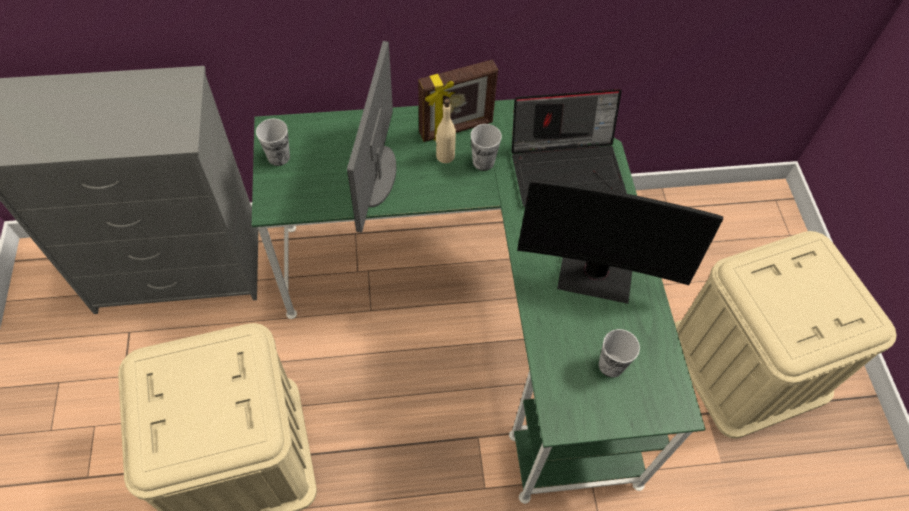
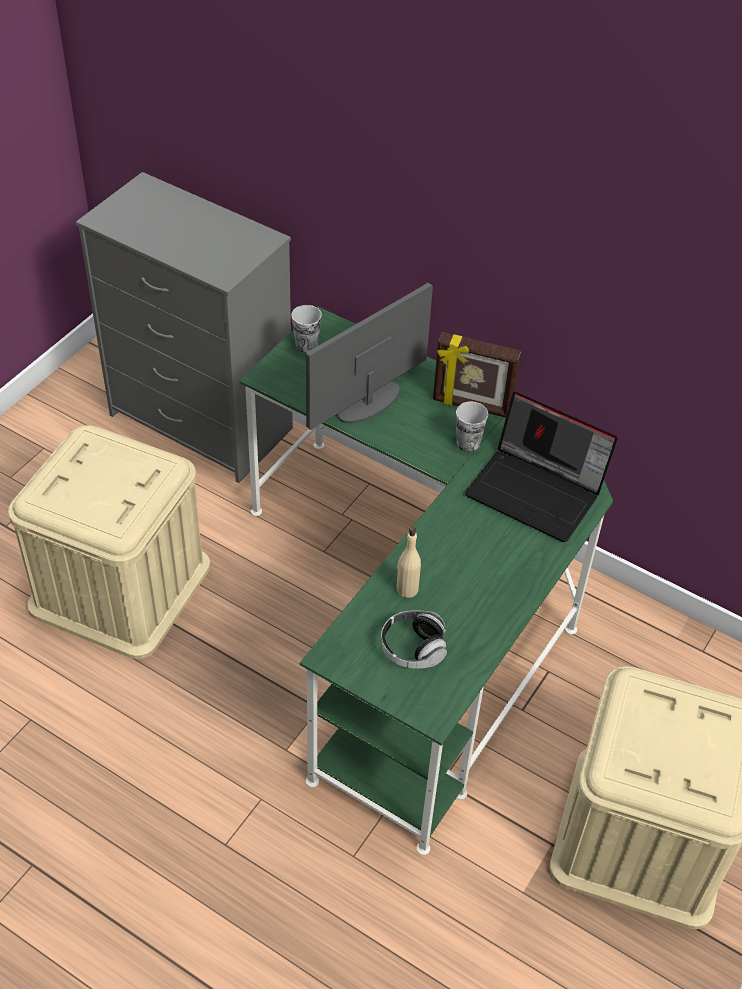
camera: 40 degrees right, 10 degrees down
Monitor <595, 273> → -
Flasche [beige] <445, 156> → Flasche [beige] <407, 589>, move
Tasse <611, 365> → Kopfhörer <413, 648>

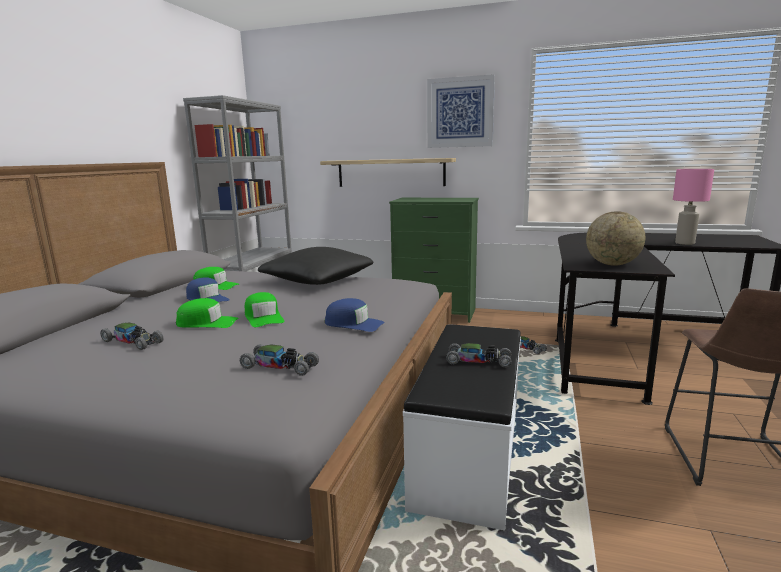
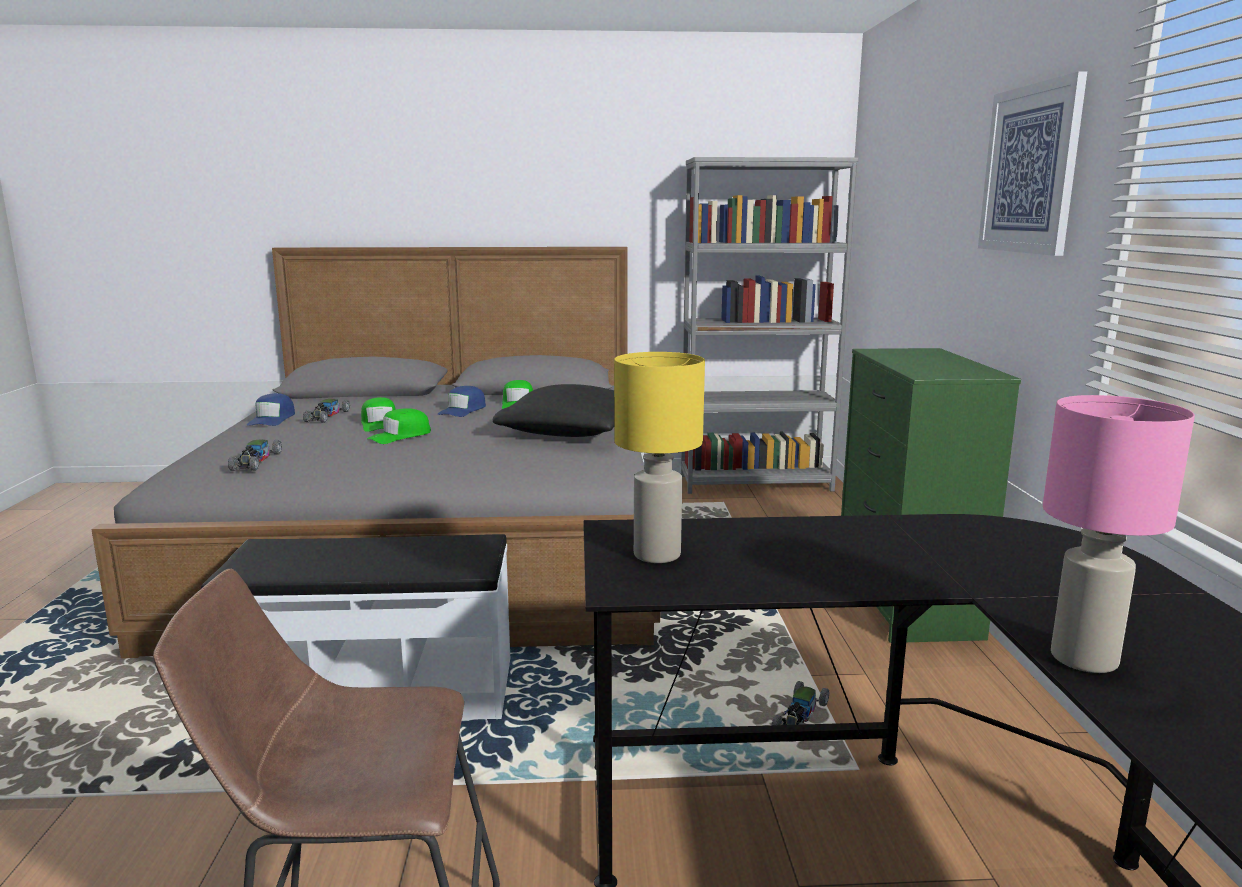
camera: 70 degrees right, 0 degrees up
Wandregal <390, 172> → -
Spielzeugauto <478, 361> → -
Kappe [blau] <354, 324> → Kappe [blau] <272, 419>, move
Globus <612, 264> → Tischlampe [gelb] <655, 555>

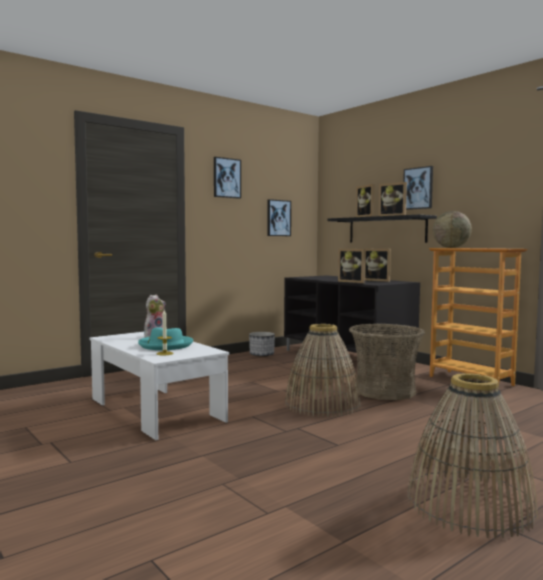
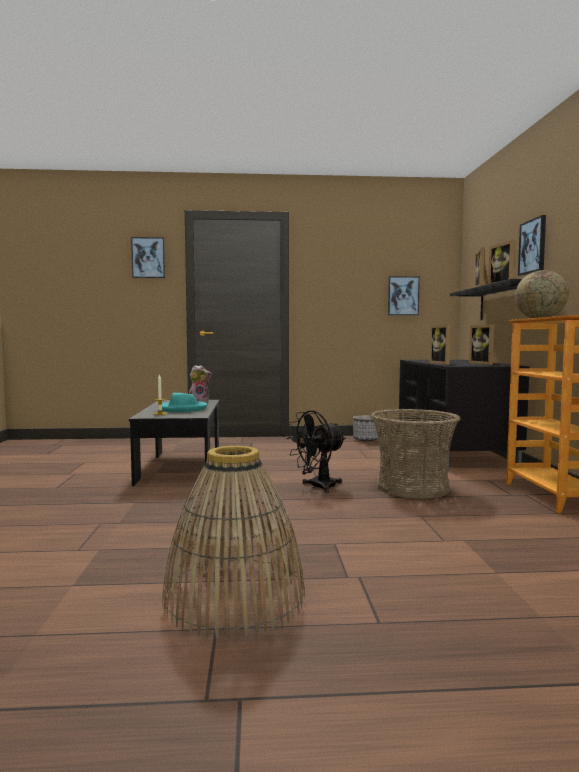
camera: 35 degrees right, 0 degrees up
Bild <226, 178> → Bild <148, 258>, move
Korb <322, 404> → Ventilator [schwarz] <317, 487>
Couchtisch [weiß] <155, 409> → Couchtisch [schwarz] <181, 466>

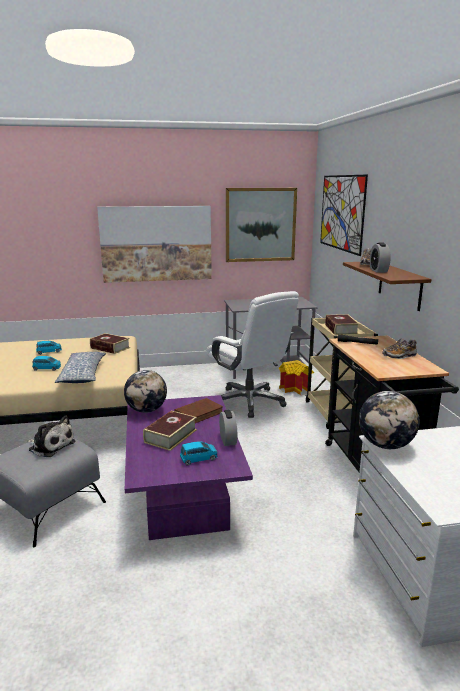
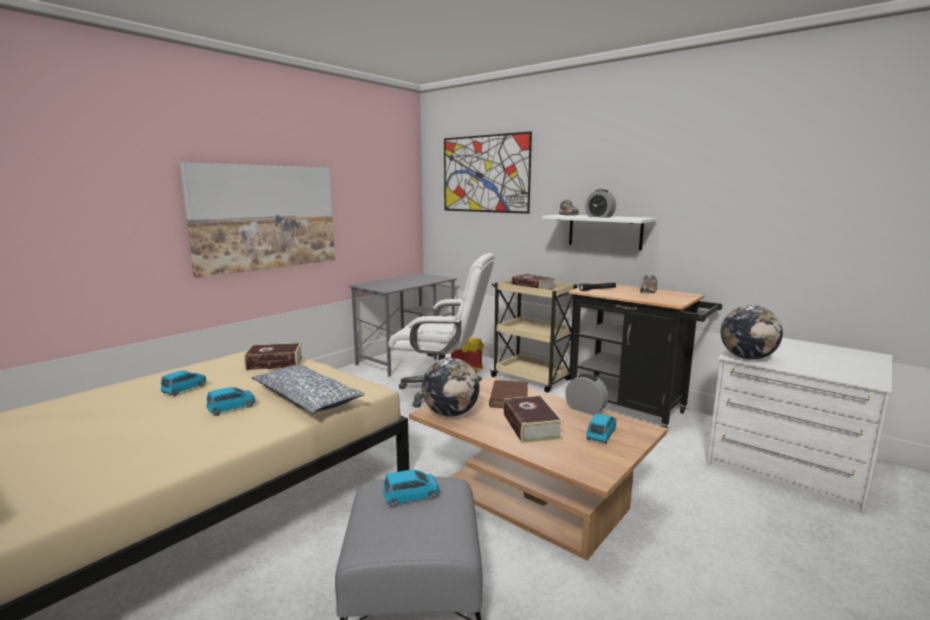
camera: 40 degrees left, 5 degrees down
Bild <260, 225> → -
Plüschtier <50, 446> → Spielzeugauto [blau] <411, 496>
Couchtisch [lila] <183, 491> → Couchtisch [braun] <531, 497>
Wandregal [braun] <399, 285> → Wandregal [weiß] <605, 231>

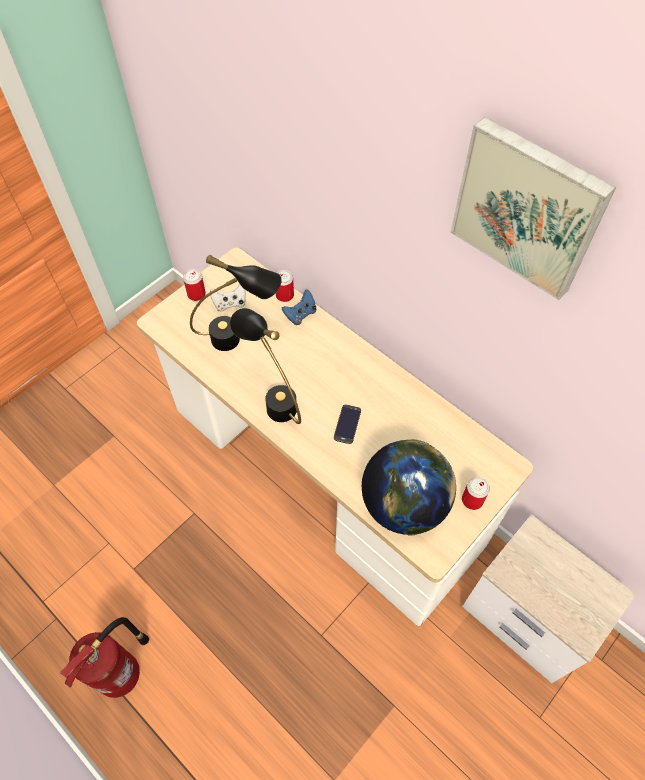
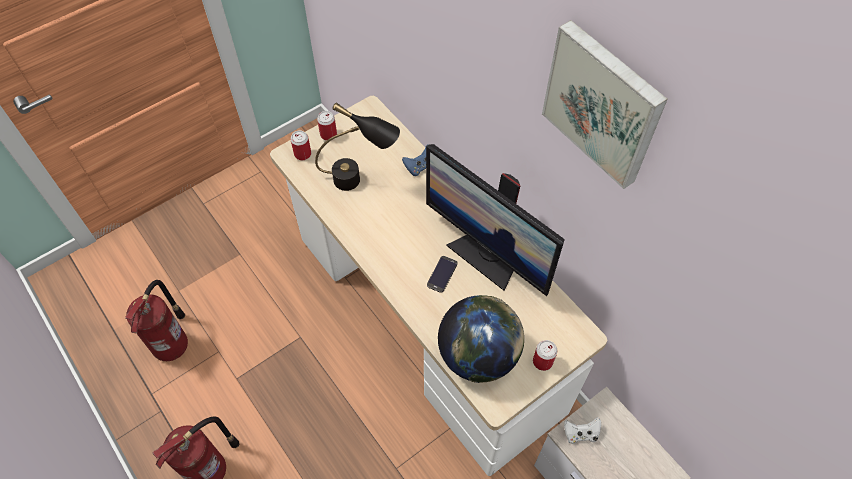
camera: 10 degrees right, 0 degrees up
Tischlampe [schwarz] <273, 398> → -
- → Feuerlöscher <172, 343>
- → Monitor <487, 255>
Gamepad [weiß] <230, 304> → Gamepad [weiß] <580, 434>, move
Dose <284, 295> → Dose <302, 154>, move

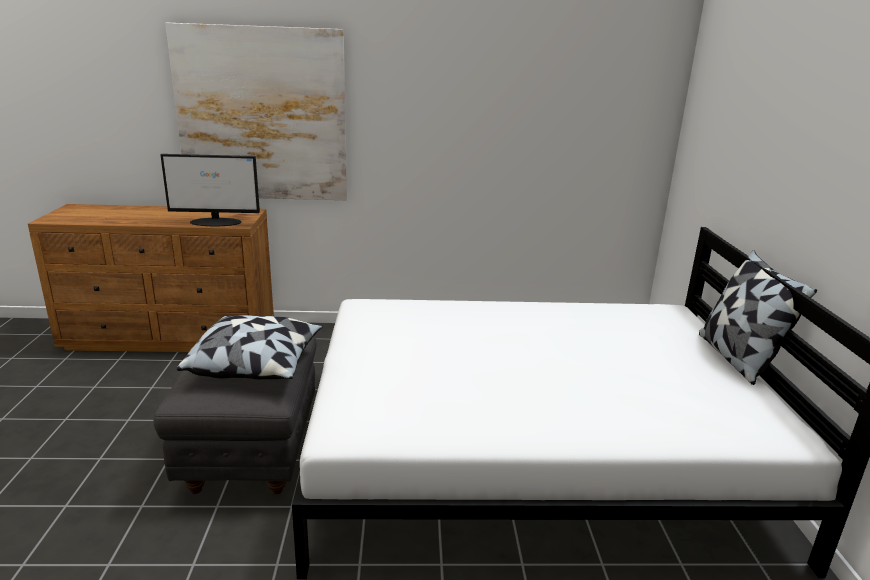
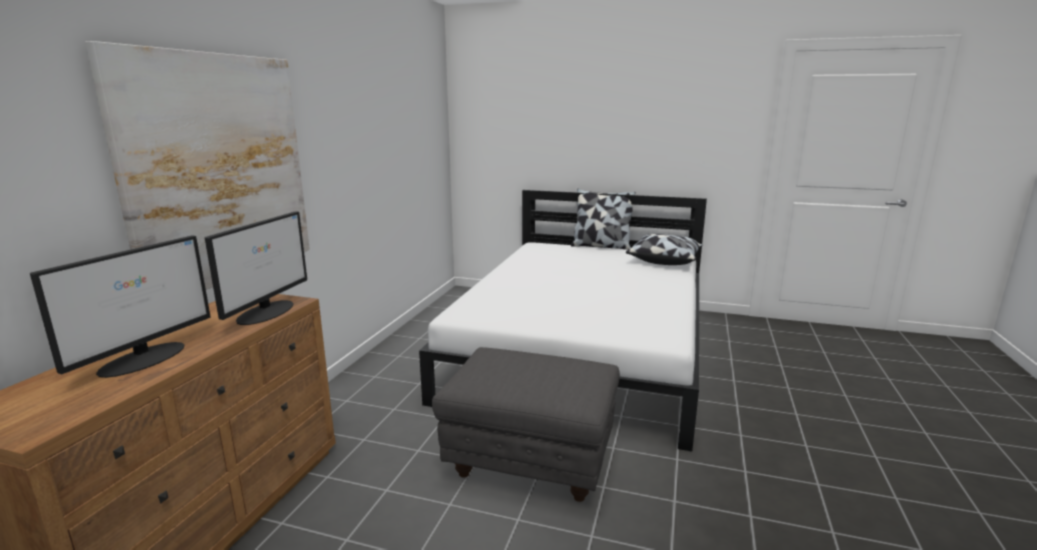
camera: 70 degrees left, 5 degrees down
- → Monitor <144, 358>
Kissen <256, 365> → Kissen <664, 260>, move

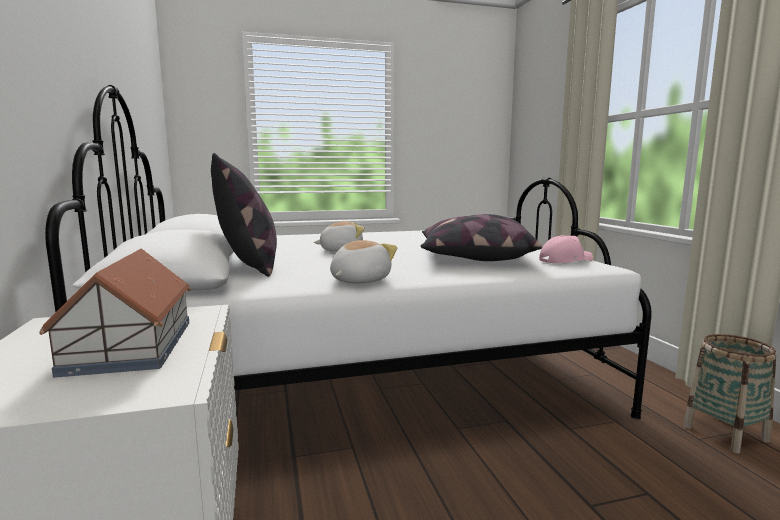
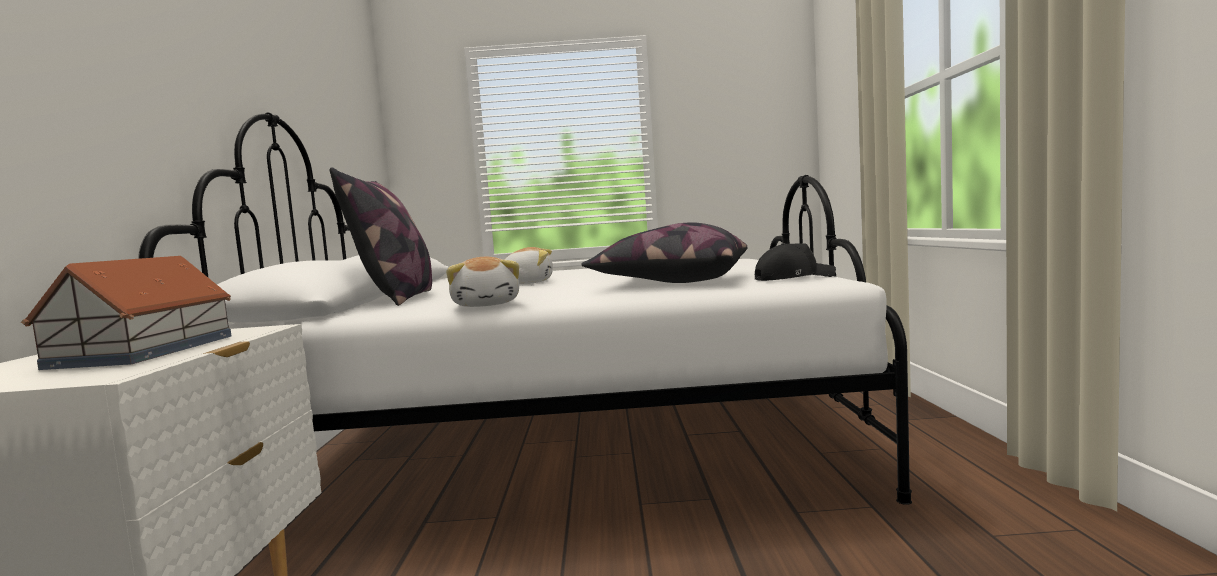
camera: 15 degrees right, 5 degrees down
Korb <725, 433> → -
Kappe [rosa] <565, 260> → Kappe [schwarz] <793, 278>
Plüschtier <359, 280> → Plüschtier <487, 304>, 120 degrees clockwise

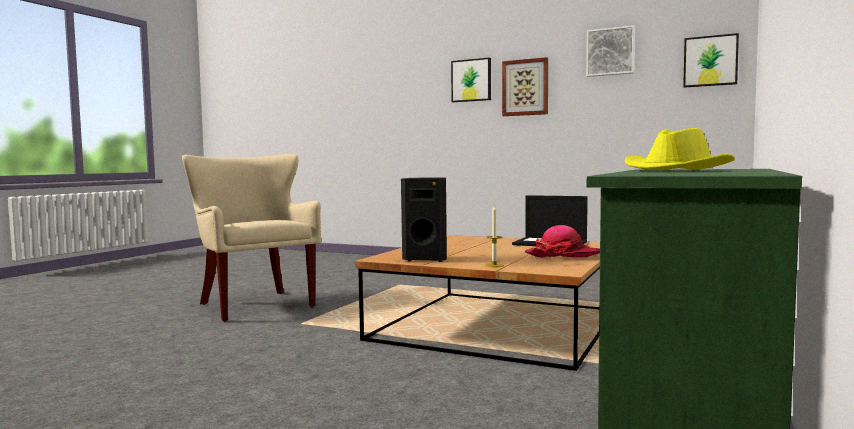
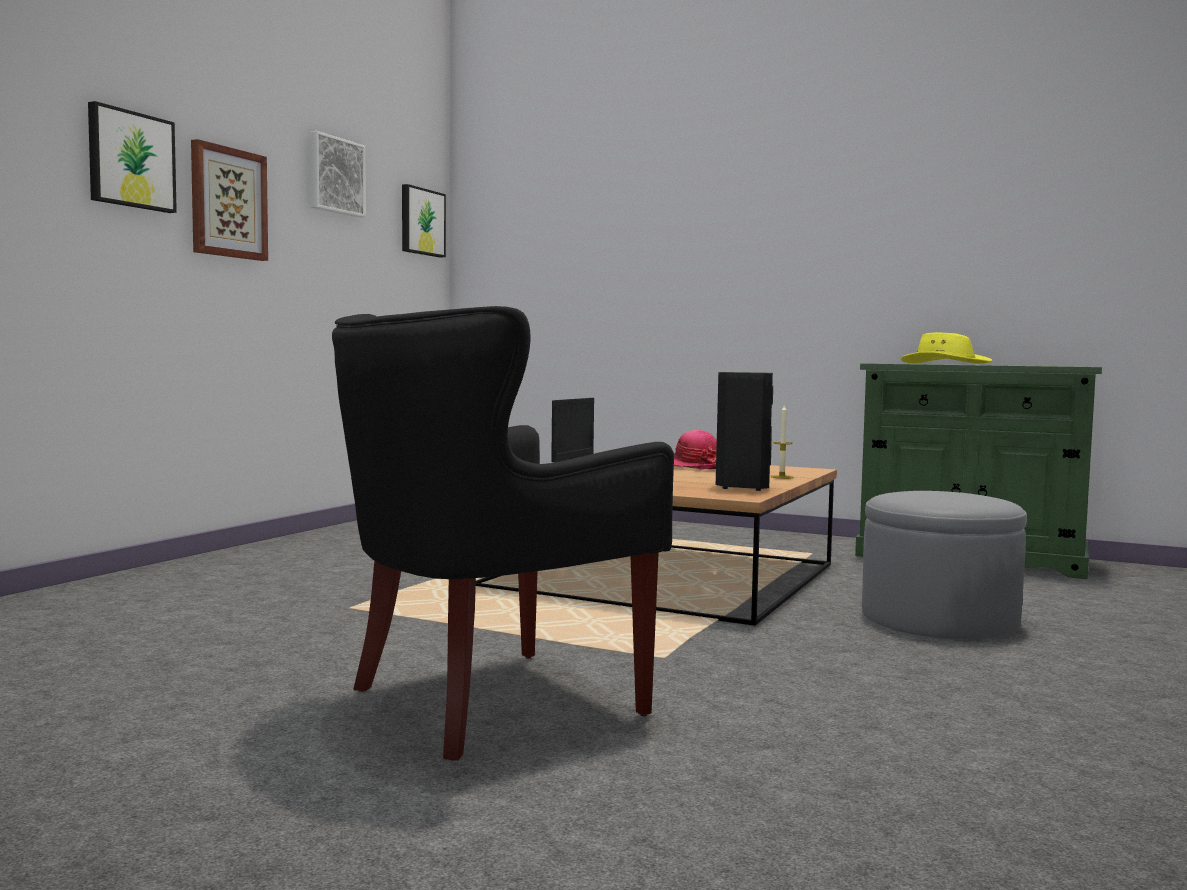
camera: 90 degrees left, 0 degrees up
- → Polsterhocker [grau] <939, 619>
Sessel [beige] <256, 305> → Sessel [schwarz] <487, 702>

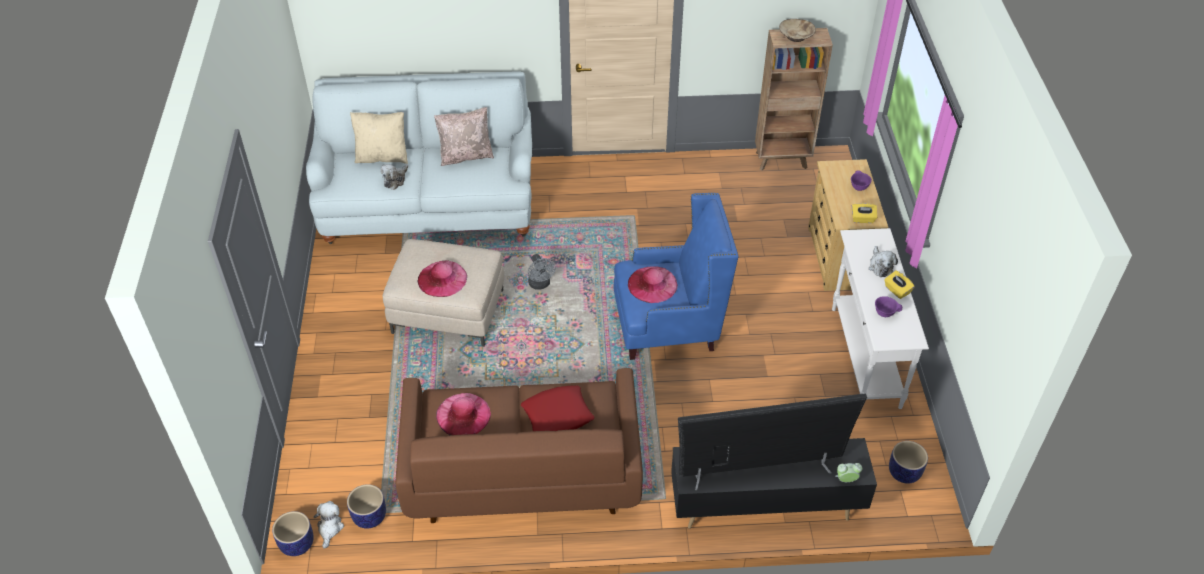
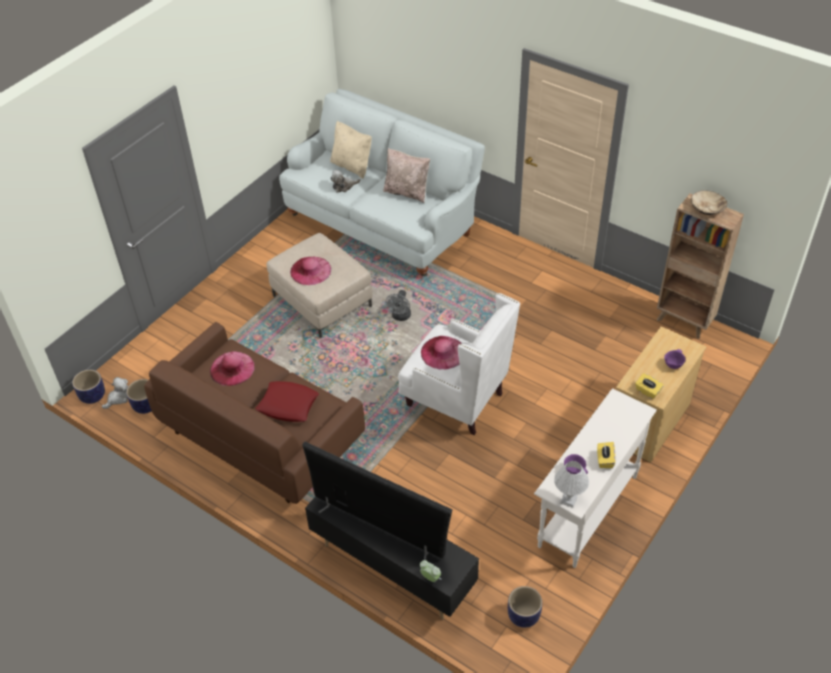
camera: 40 degrees right, 0 degrees up
Plüschtier <880, 266> → -
- → Tischlampe [weiß] <568, 499>
Sessel [blau] <668, 330> → Sessel [weiß] <456, 400>

